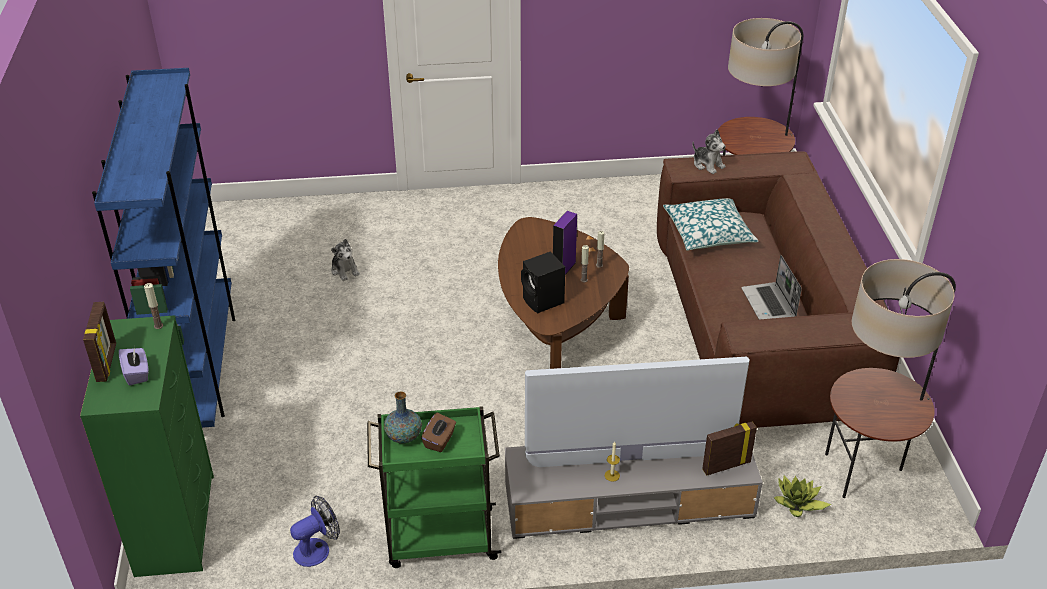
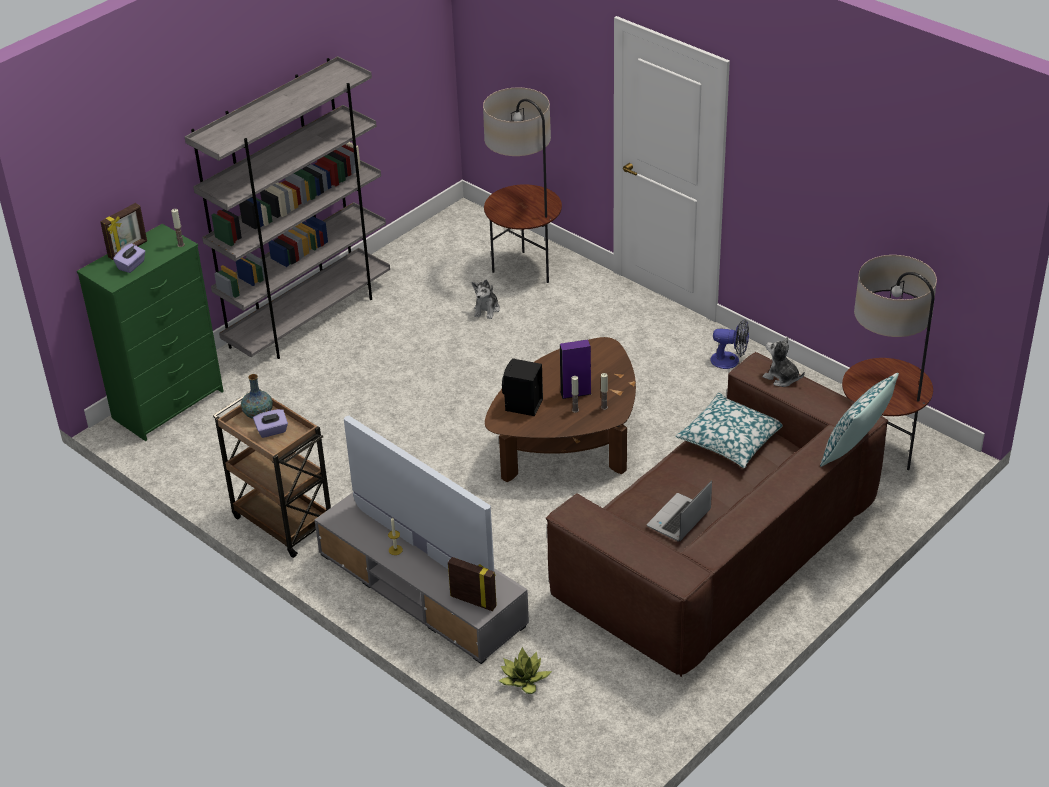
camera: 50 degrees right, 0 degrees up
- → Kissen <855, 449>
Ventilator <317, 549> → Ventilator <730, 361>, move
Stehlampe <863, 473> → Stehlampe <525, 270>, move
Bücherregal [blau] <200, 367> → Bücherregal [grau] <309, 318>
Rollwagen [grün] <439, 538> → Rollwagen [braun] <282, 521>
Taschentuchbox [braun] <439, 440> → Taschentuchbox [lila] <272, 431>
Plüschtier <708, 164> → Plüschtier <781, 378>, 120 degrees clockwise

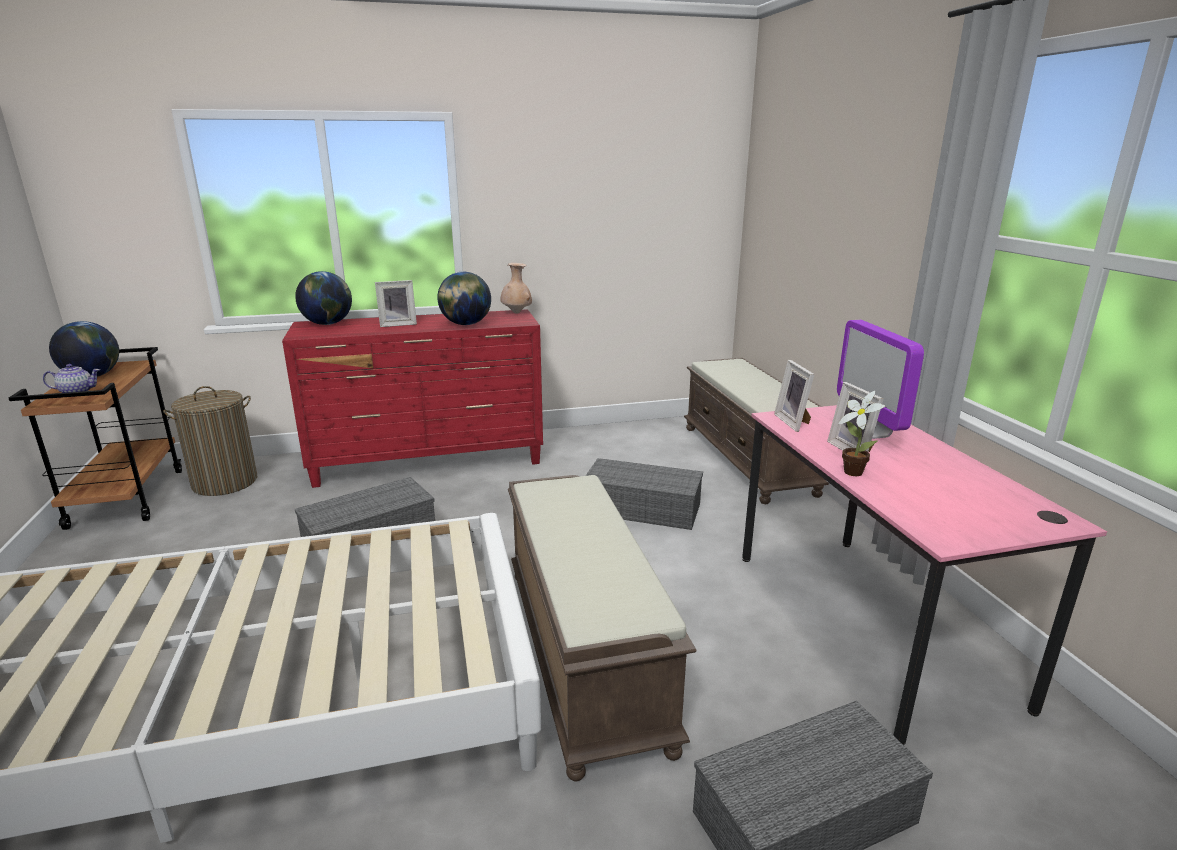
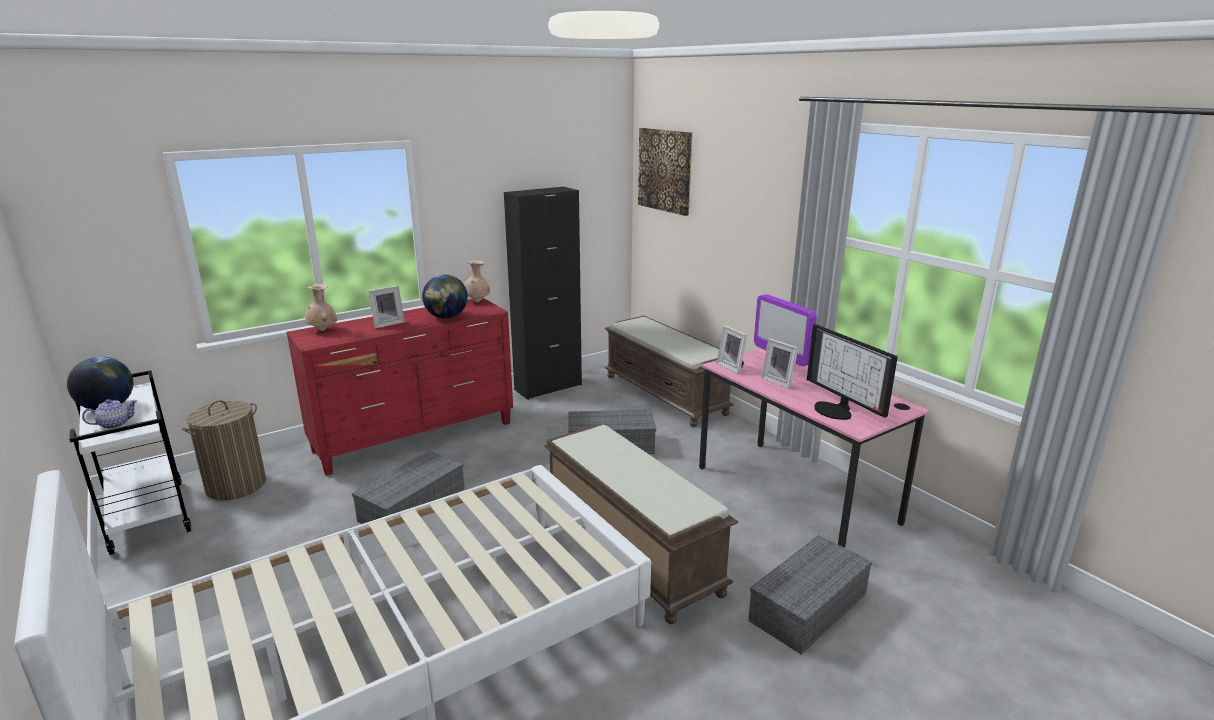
camera: 20 degrees left, 0 degrees up
Topfpflanze <852, 471> → -
- → Schrank [schwarz] <548, 387>
- → Bild <665, 170>
- → Monitor <836, 410>
Globus <328, 324> → Vase [beige] <323, 330>
Rollwagen [braun] <127, 498> → Rollwagen [weiß] <147, 516>

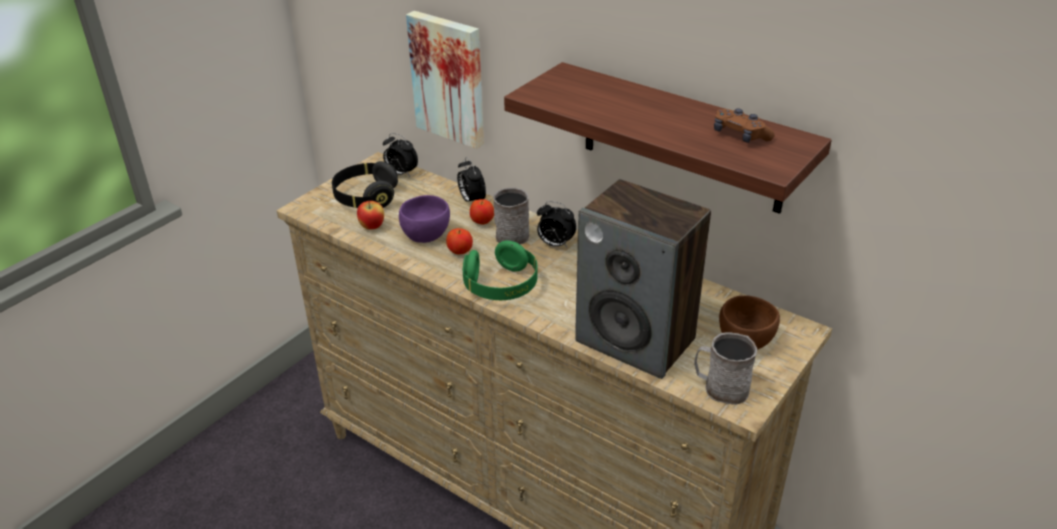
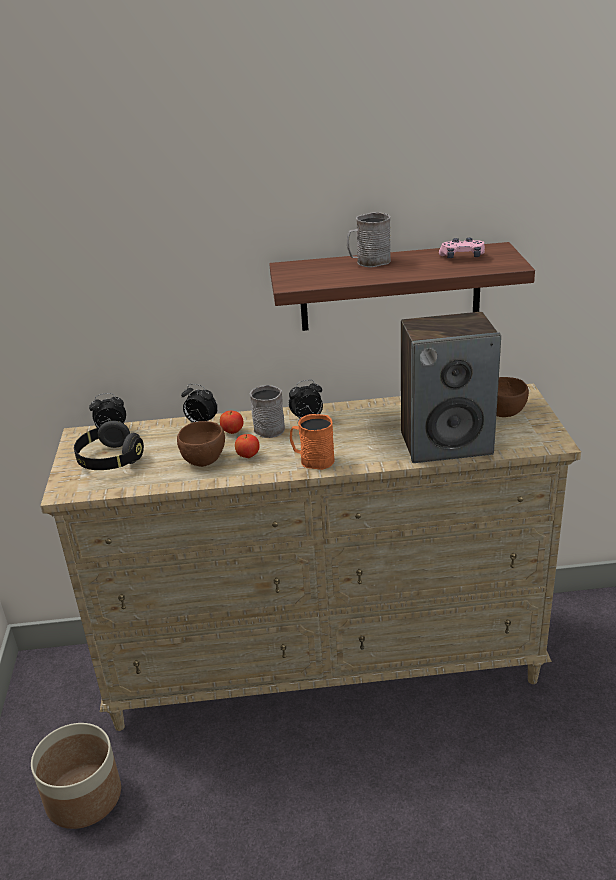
camera: 40 degrees left, 5 degrees down
Apfel <372, 227> → -
Bild <449, 78> → -
- → Pflanzkübel <83, 797>
Henkelbecher [grau] <720, 388> → Henkelbecher [grau] <369, 262>, move
Kopfhörer [grün] <501, 286> → Henkelbecher [orange] <312, 460>
Schüssel [lila] <425, 235> → Schüssel [braun] <202, 459>
Gamepad [braun] <740, 135> → Gamepad [rosa] <462, 257>

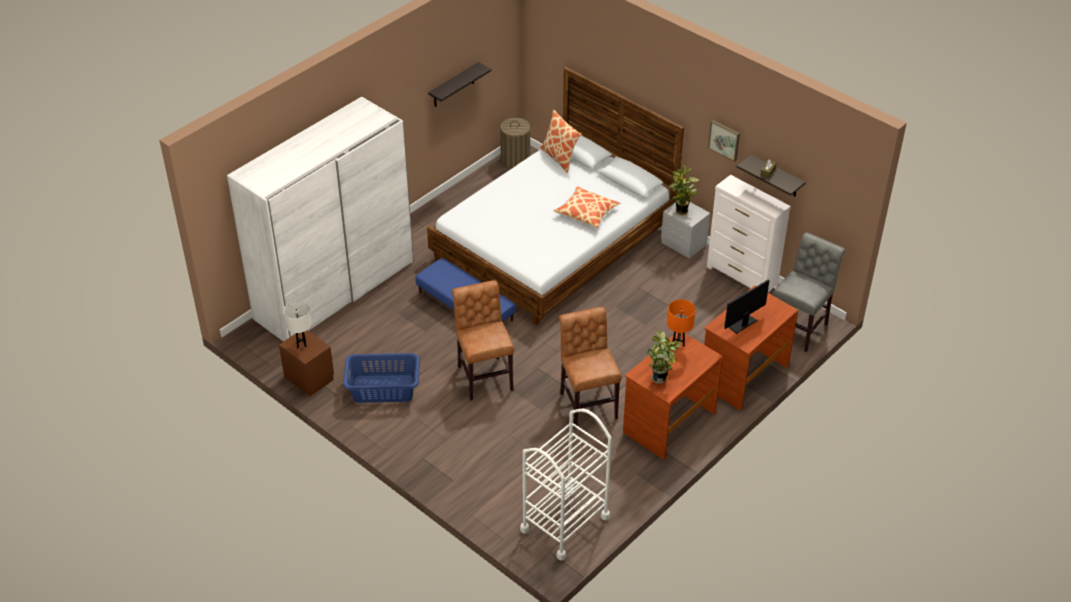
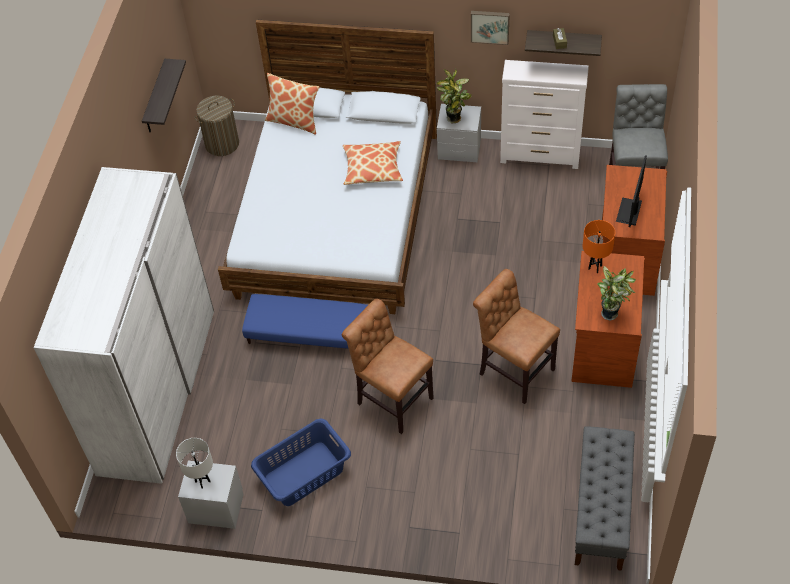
camera: 30 degrees left, 10 degrees up
Rollwagen [weiß] <565, 523> → Bank [grau] <601, 511>
Nachttisch [braun] <309, 378> → Nachttisch [grau] <216, 508>

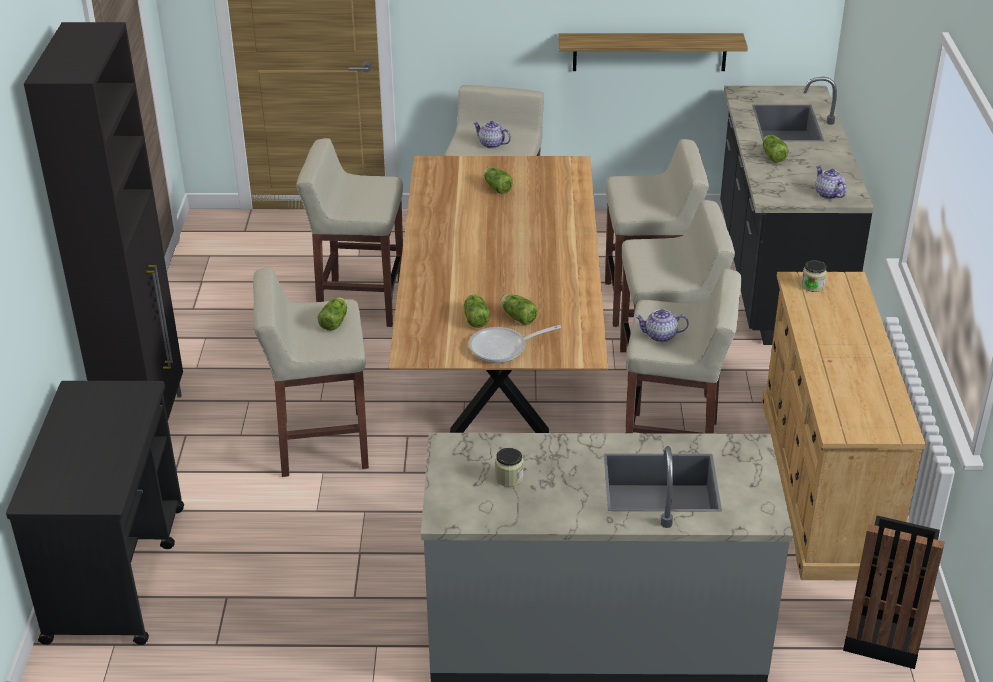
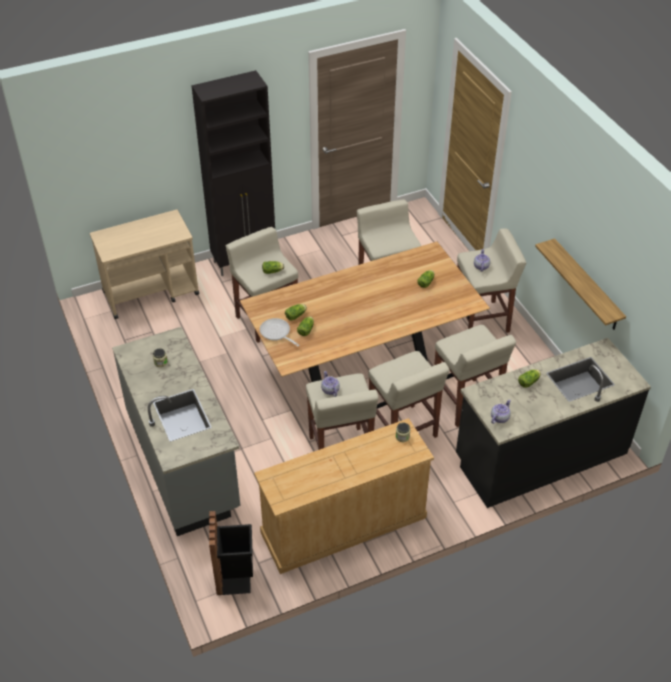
camera: 65 degrees right, 10 degrees up
Rollwagen [schwarz] <117, 571> → Rollwagen [beige] <151, 293>

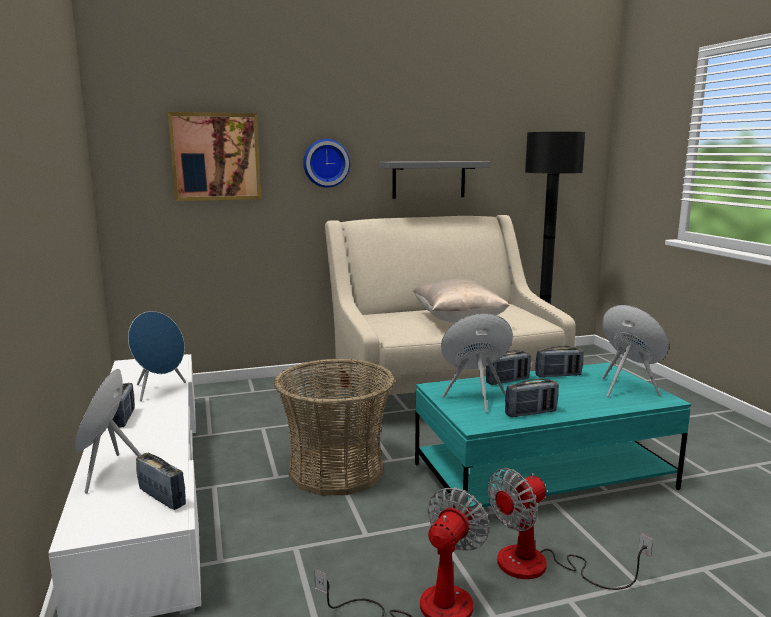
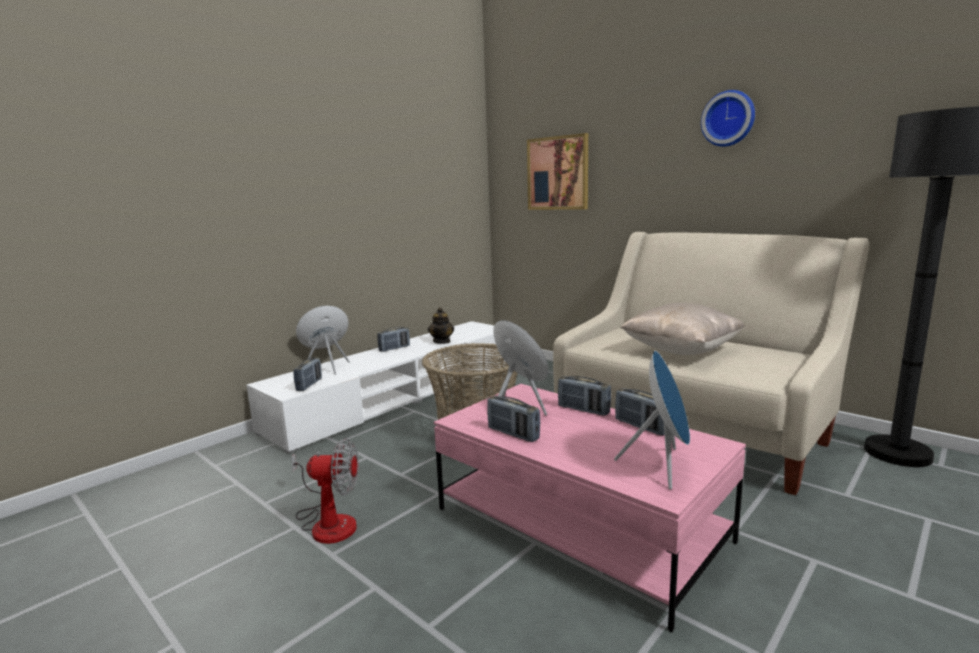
camera: 60 degrees right, 0 degrees up
Wandregal [grau] <429, 179> → -
Ventilator <541, 566> → -
Wanduhr <326, 163> → Wanduhr <728, 119>, move
Lautsprecher [blau] <159, 390> → Teekanne <442, 341>
Couchtisch [türkis] <542, 476> → Couchtisch [rosa] <579, 525>

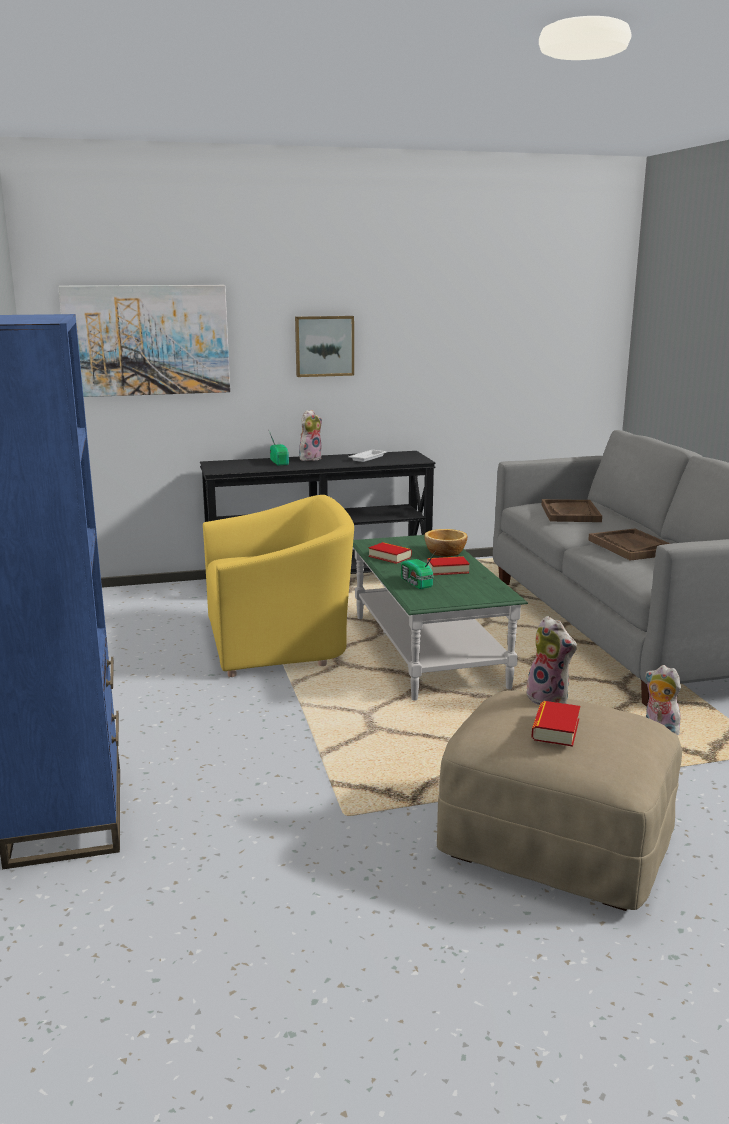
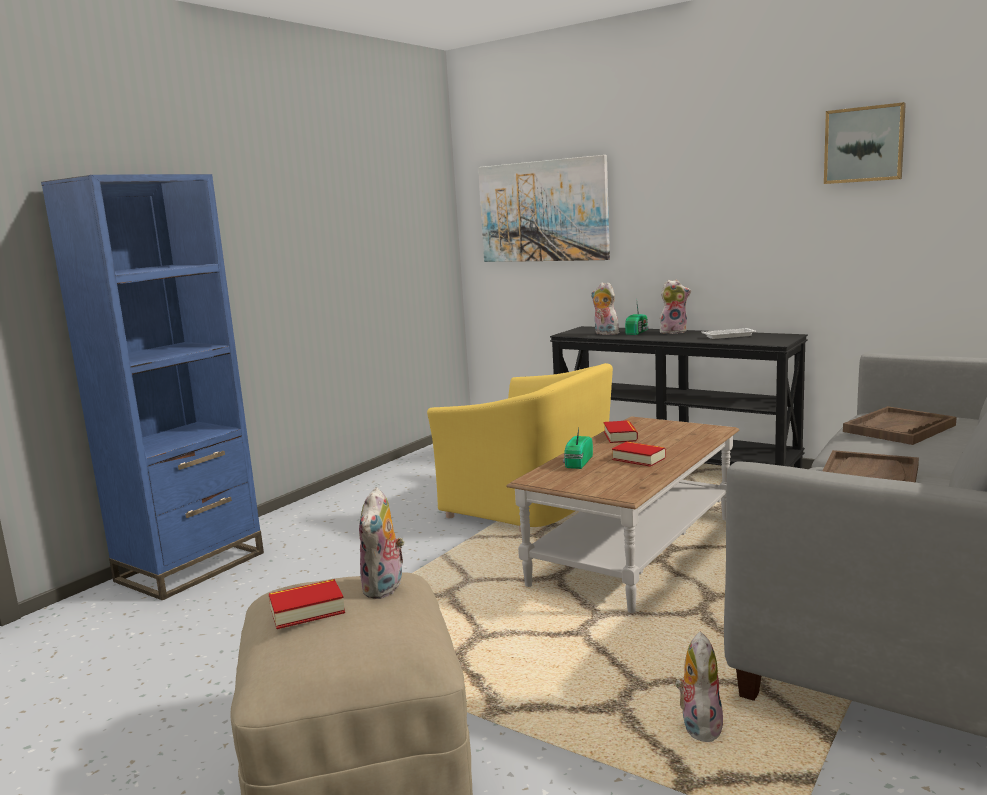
camera: 50 degrees right, 5 degrees down
Schüssel <446, 553> → -
- → Plüschtier <604, 334>
Bild <324, 346> → Bild <864, 144>, move
Couchtisch [grün] <428, 651> → Couchtisch [braun] <634, 551>

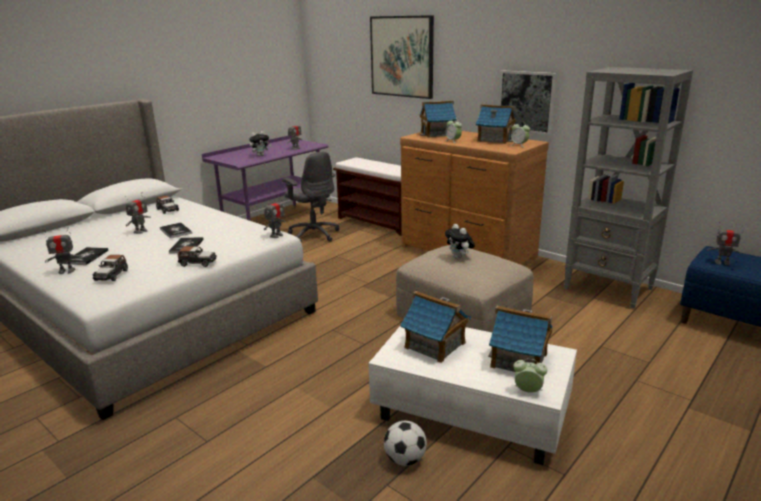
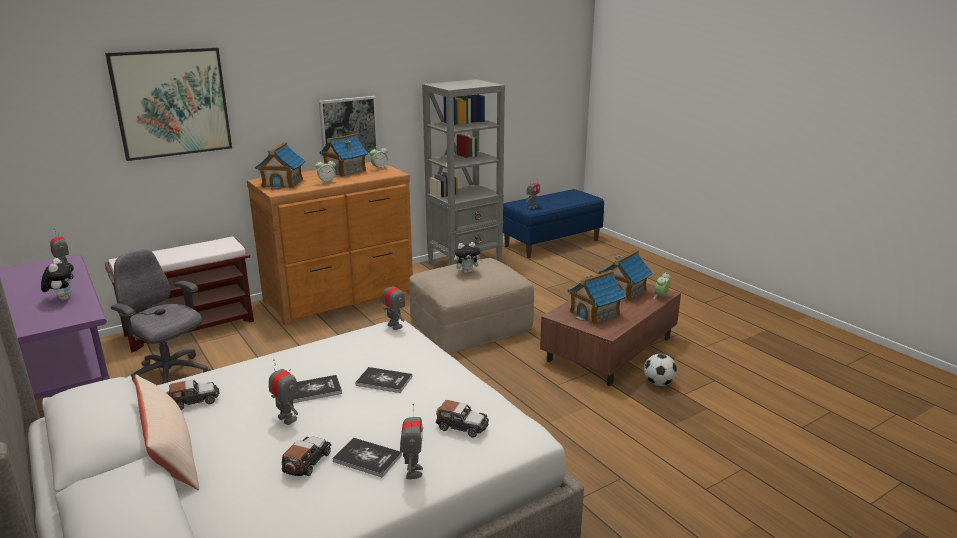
camera: 75 degrees left, 0 degrees up
- → Kissen [beige] <170, 455>
Spielzeugauto <197, 263> → Spielzeugauto <307, 462>, move
Couchtisch [weiß] <469, 411> → Couchtisch [braun] <609, 349>
Bürostuhl [grau] <313, 234> → Bürostuhl [grau] <169, 376>, 120 degrees counterclockwise

